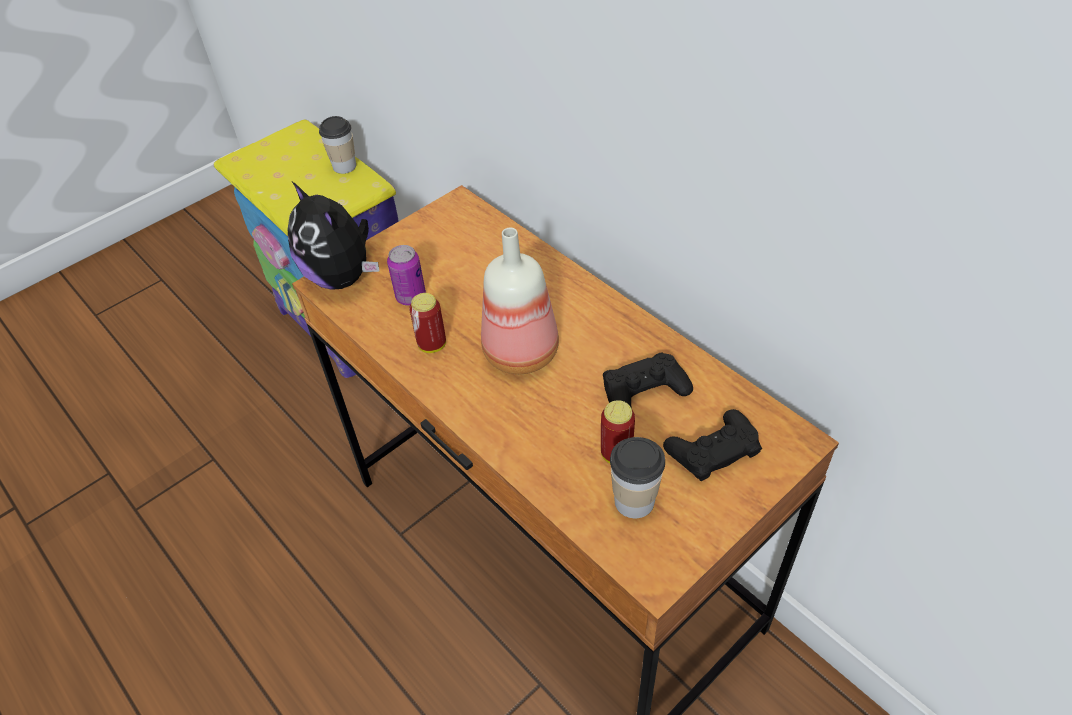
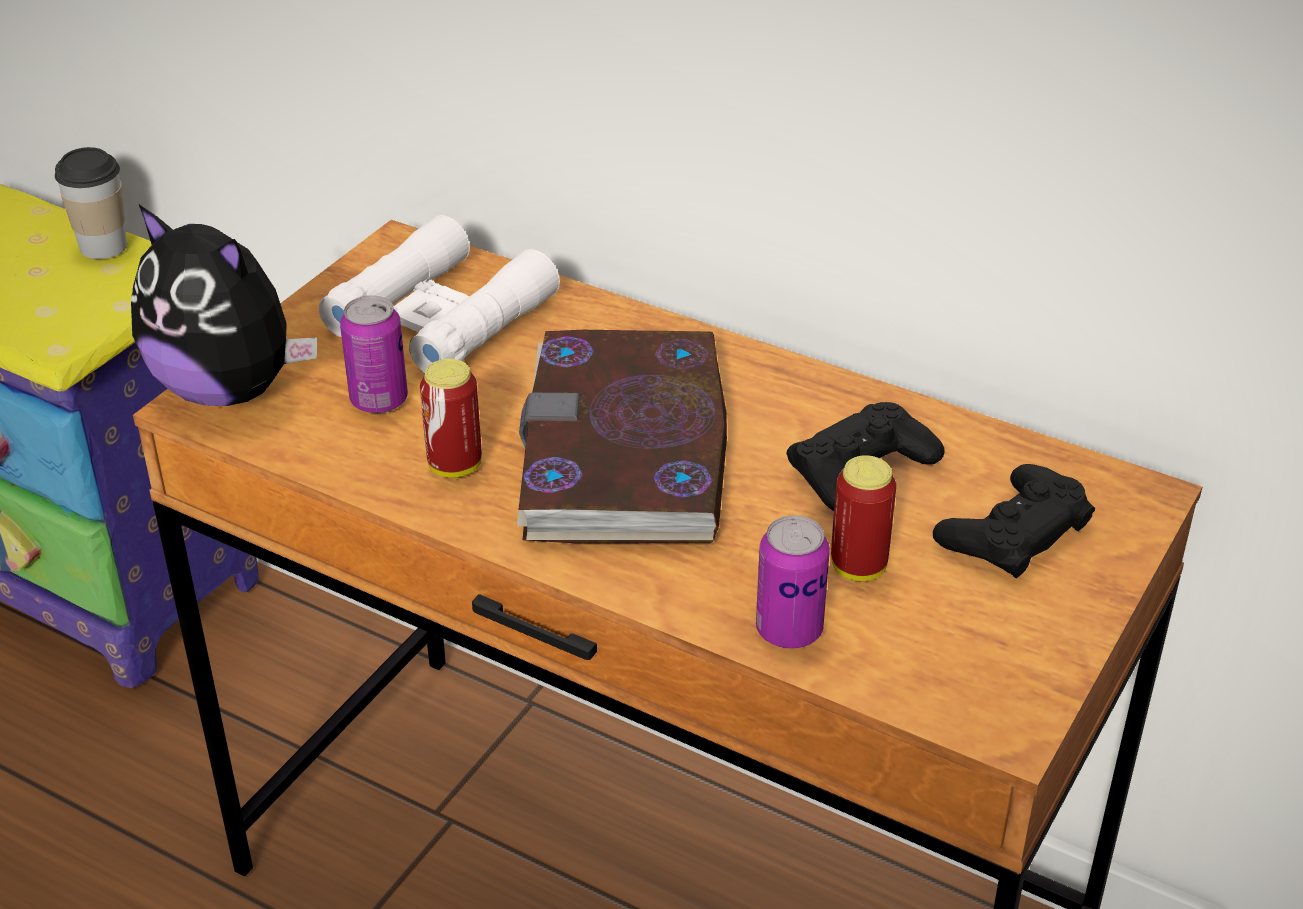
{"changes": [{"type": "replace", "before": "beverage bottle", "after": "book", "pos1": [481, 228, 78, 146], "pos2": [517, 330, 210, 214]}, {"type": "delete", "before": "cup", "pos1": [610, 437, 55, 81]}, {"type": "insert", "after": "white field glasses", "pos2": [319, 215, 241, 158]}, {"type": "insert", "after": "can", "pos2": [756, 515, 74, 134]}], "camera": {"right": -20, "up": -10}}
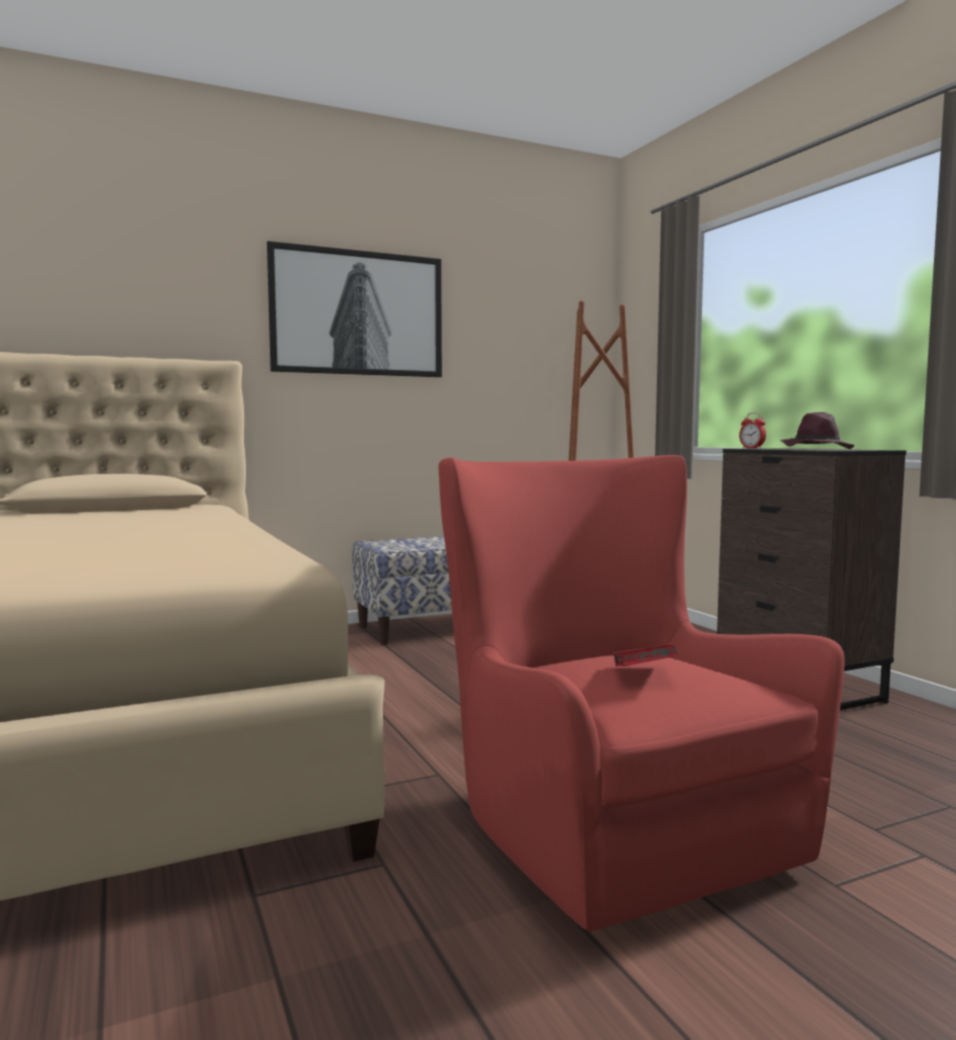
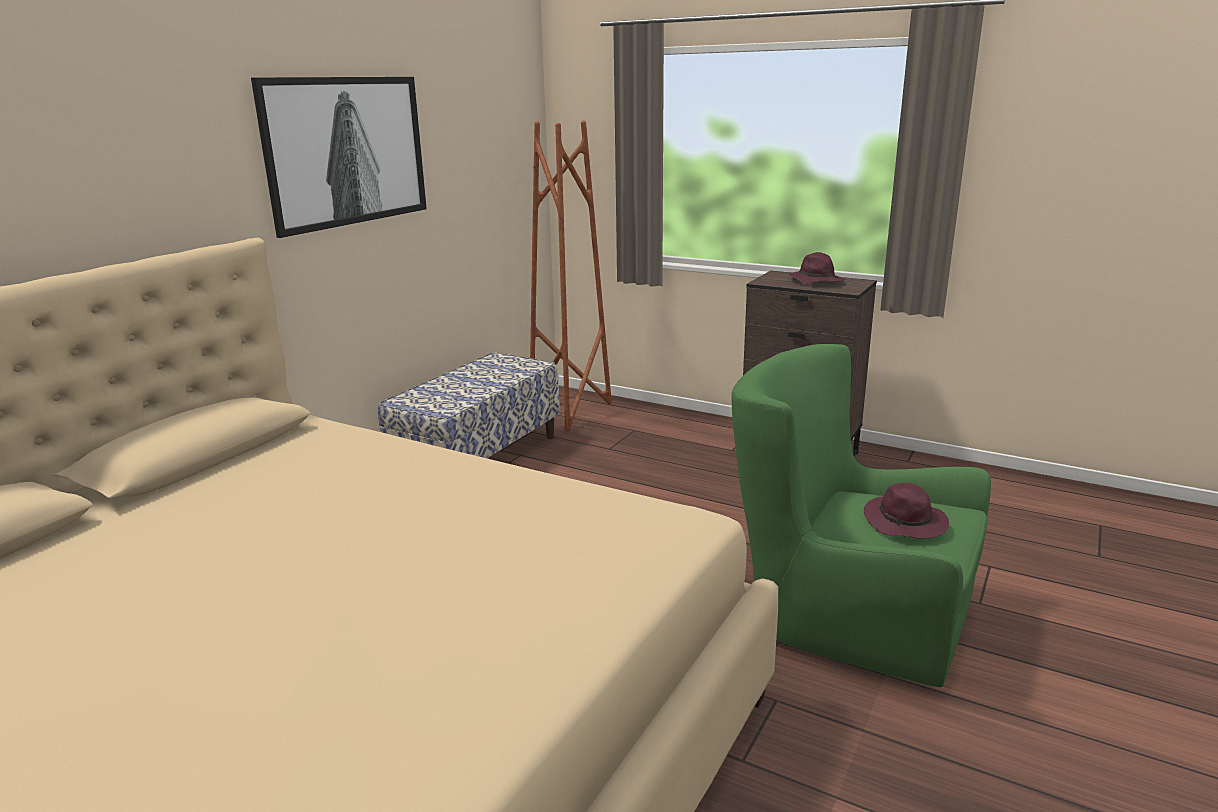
{"changes": [{"type": "recolor", "before": "reddish easy chair", "after": "green easy chair", "pos1": [439, 455, 406, 476], "pos2": [731, 344, 260, 343]}, {"type": "replace", "before": "reddish book", "after": "purple hat", "pos1": [612, 644, 65, 22], "pos2": [864, 483, 85, 56]}, {"type": "delete", "before": "bedside clock", "pos1": [739, 413, 27, 36]}], "camera": {"right": -35, "up": 15}}
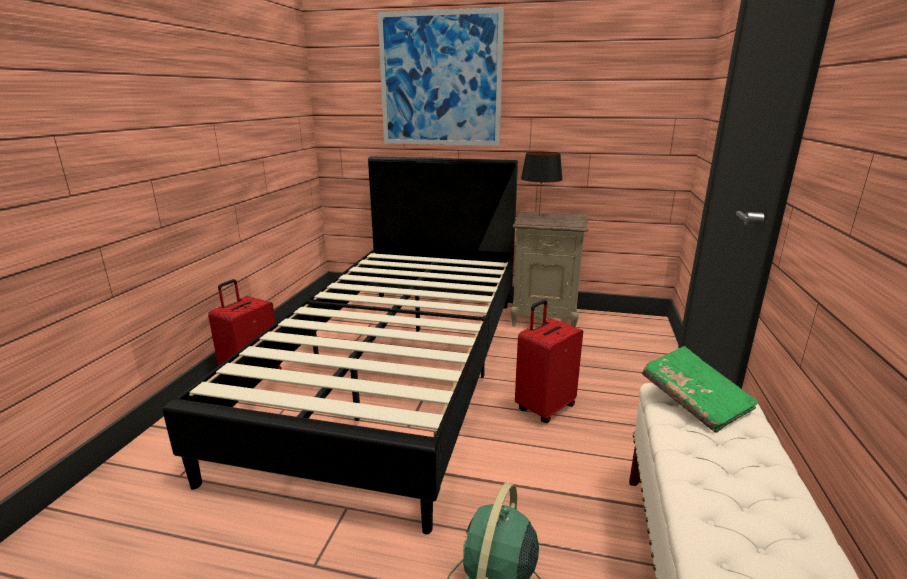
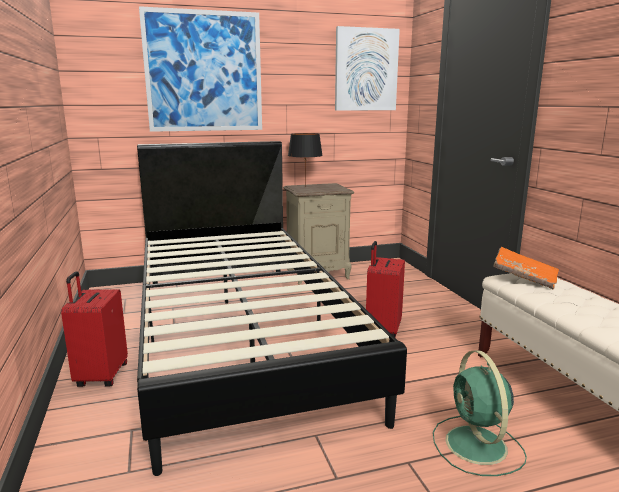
{"changes": [{"type": "recolor", "before": "green book", "after": "orange-coloured book", "pos1": [642, 346, 117, 87], "pos2": [493, 247, 66, 43]}, {"type": "insert", "after": "wall art", "pos2": [335, 26, 65, 85]}], "camera": {"right": -30, "up": -5}}
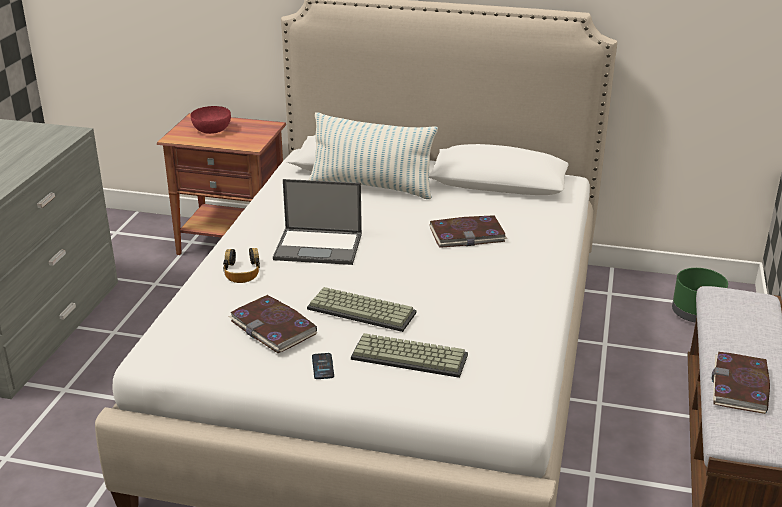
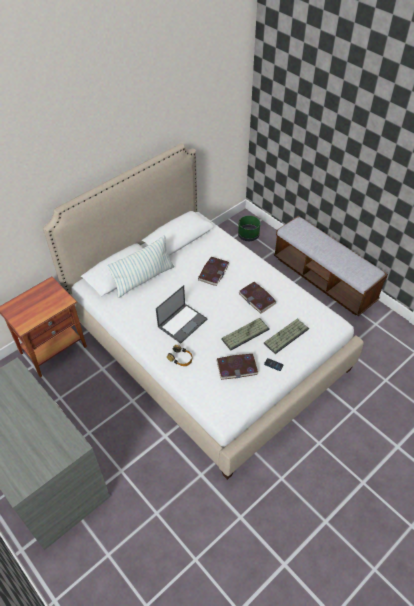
{"changes": [{"type": "delete", "before": "reddish serving bowl", "pos1": [191, 106, 40, 28]}, {"type": "move", "before": "book", "pos1": [712, 352, 58, 62], "pos2": [238, 282, 39, 32]}], "camera": {"right": -55, "up": 20}}
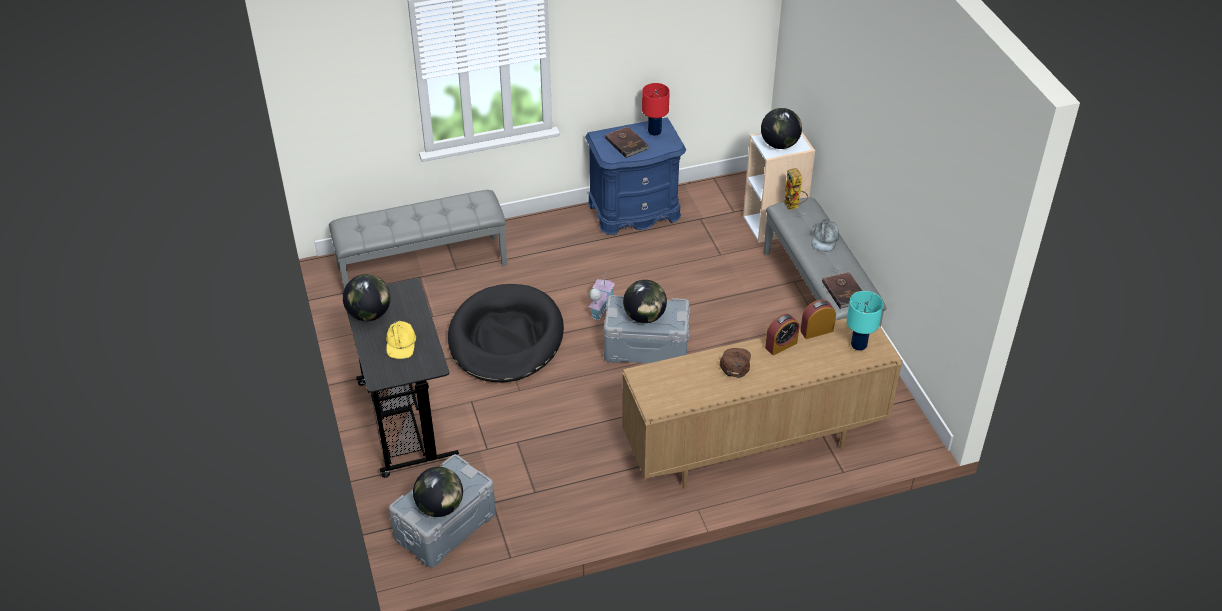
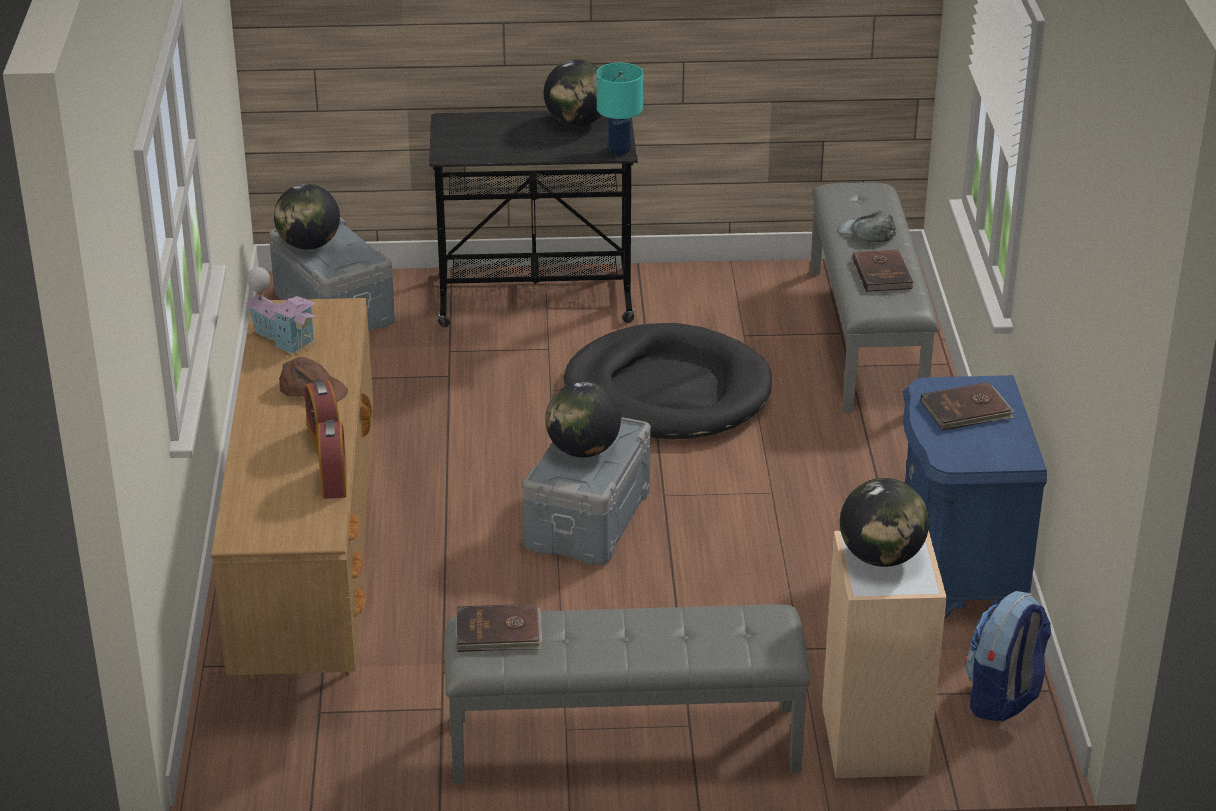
{"changes": [{"type": "delete", "before": "yellow-coloured cap", "pos1": [386, 321, 30, 38]}, {"type": "move", "before": "model house", "pos1": [588, 273, 26, 48], "pos2": [244, 267, 72, 87]}, {"type": "delete", "before": "reddish table lamp", "pos1": [642, 83, 28, 53]}, {"type": "delete", "before": "model robot", "pos1": [783, 168, 25, 42]}, {"type": "move", "before": "gray cap", "pos1": [811, 219, 28, 33], "pos2": [837, 210, 59, 32]}, {"type": "move", "before": "turquoise table lamp", "pos1": [846, 291, 37, 60], "pos2": [597, 63, 46, 92]}, {"type": "insert", "after": "brown-coloured book", "pos2": [852, 249, 62, 43]}, {"type": "insert", "after": "rucksack", "pos2": [965, 591, 86, 130]}], "camera": {"right": 105, "up": -10}}
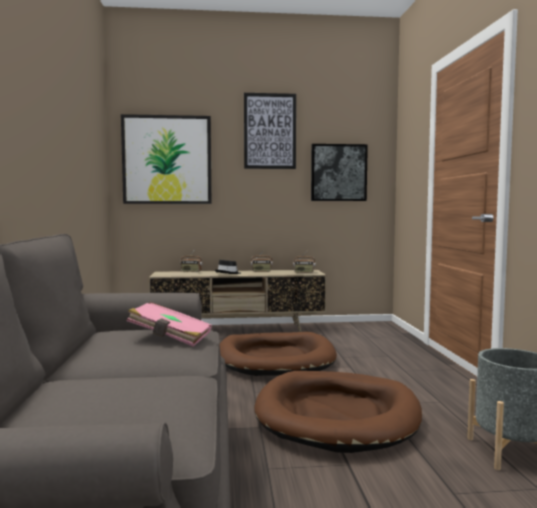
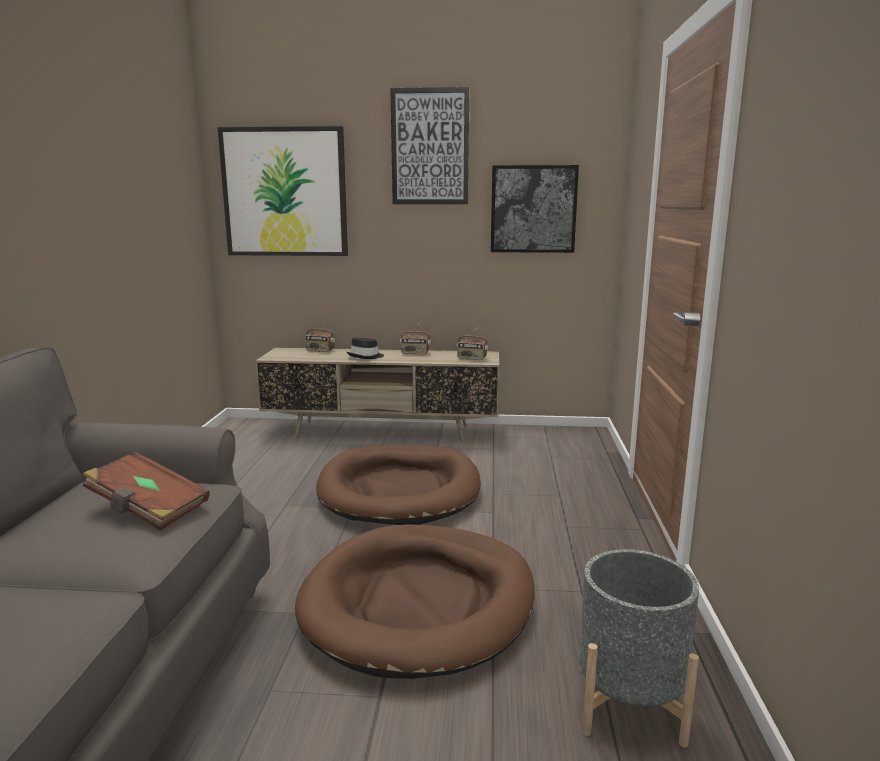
{"changes": [{"type": "recolor", "before": "pink-coloured book", "after": "brown-coloured book", "pos1": [127, 302, 85, 44], "pos2": [82, 451, 128, 79]}], "camera": {"right": 10, "up": 10}}
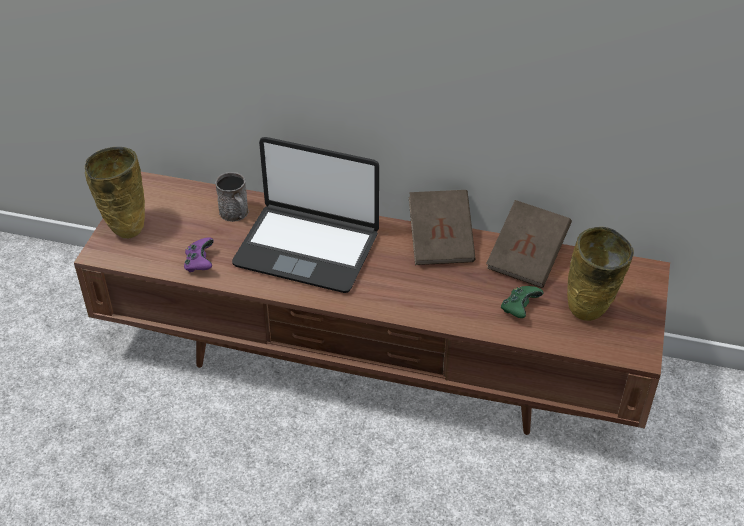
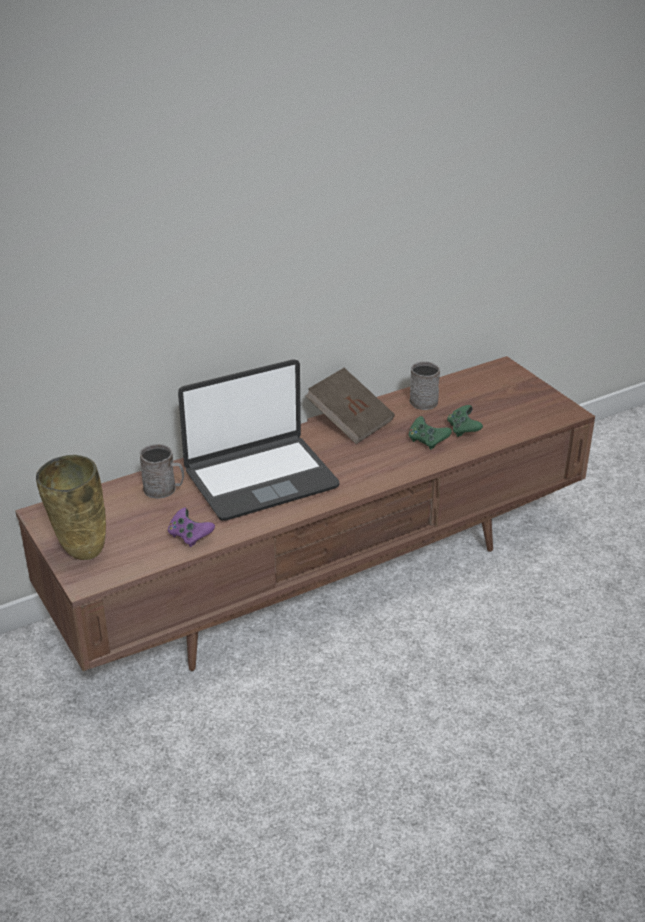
{"changes": [{"type": "replace", "before": "brown-coloured book", "after": "gray mug", "pos1": [486, 200, 86, 88], "pos2": [409, 361, 32, 49]}, {"type": "delete", "before": "sand-coloured flower vase", "pos1": [567, 227, 67, 94]}, {"type": "insert", "after": "green joypad", "pos2": [408, 416, 44, 34]}], "camera": {"right": -45, "up": -10}}
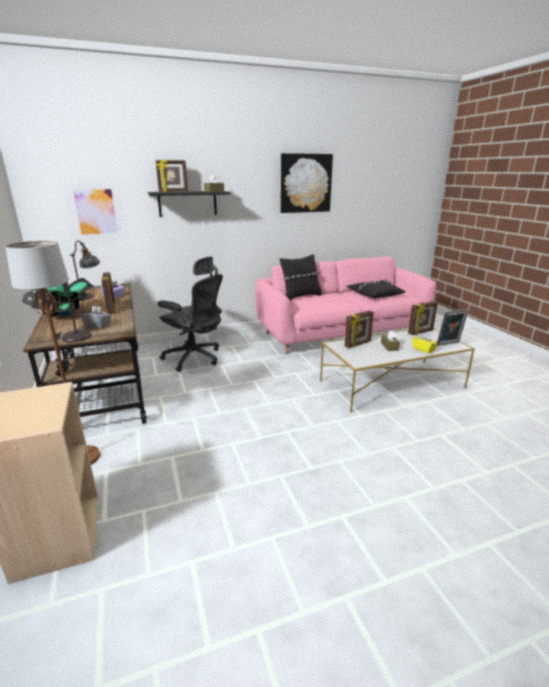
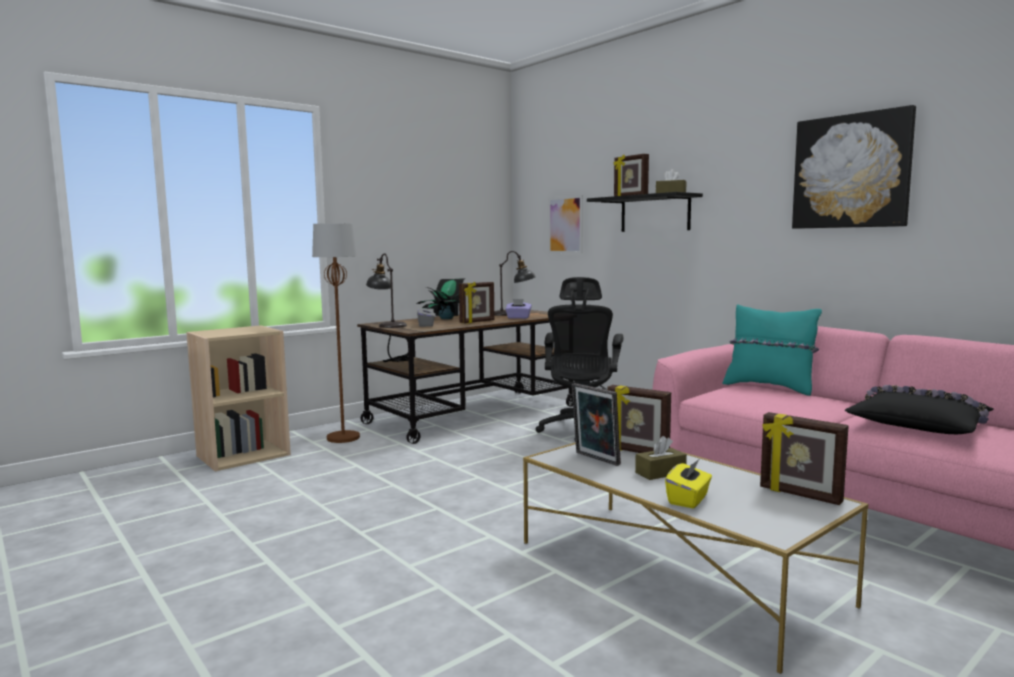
{"changes": [{"type": "recolor", "before": "blackish pillow", "after": "turquoise pillow", "pos1": [280, 254, 42, 46], "pos2": [723, 304, 99, 92]}, {"type": "move", "before": "photo frame", "pos1": [437, 309, 31, 37], "pos2": [572, 383, 49, 83]}], "camera": {"right": 70, "up": -15}}
